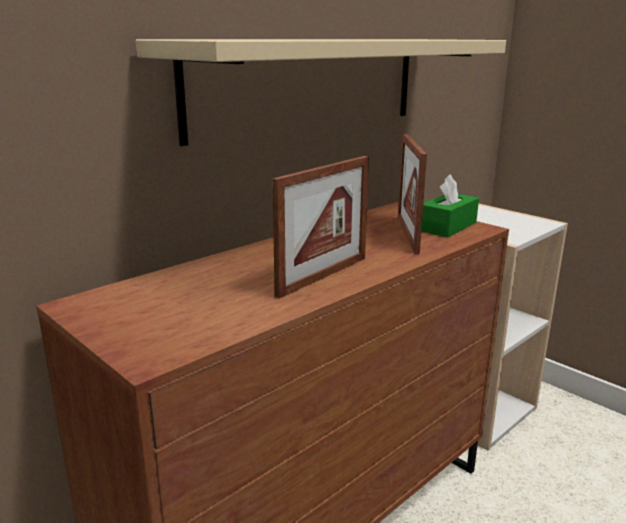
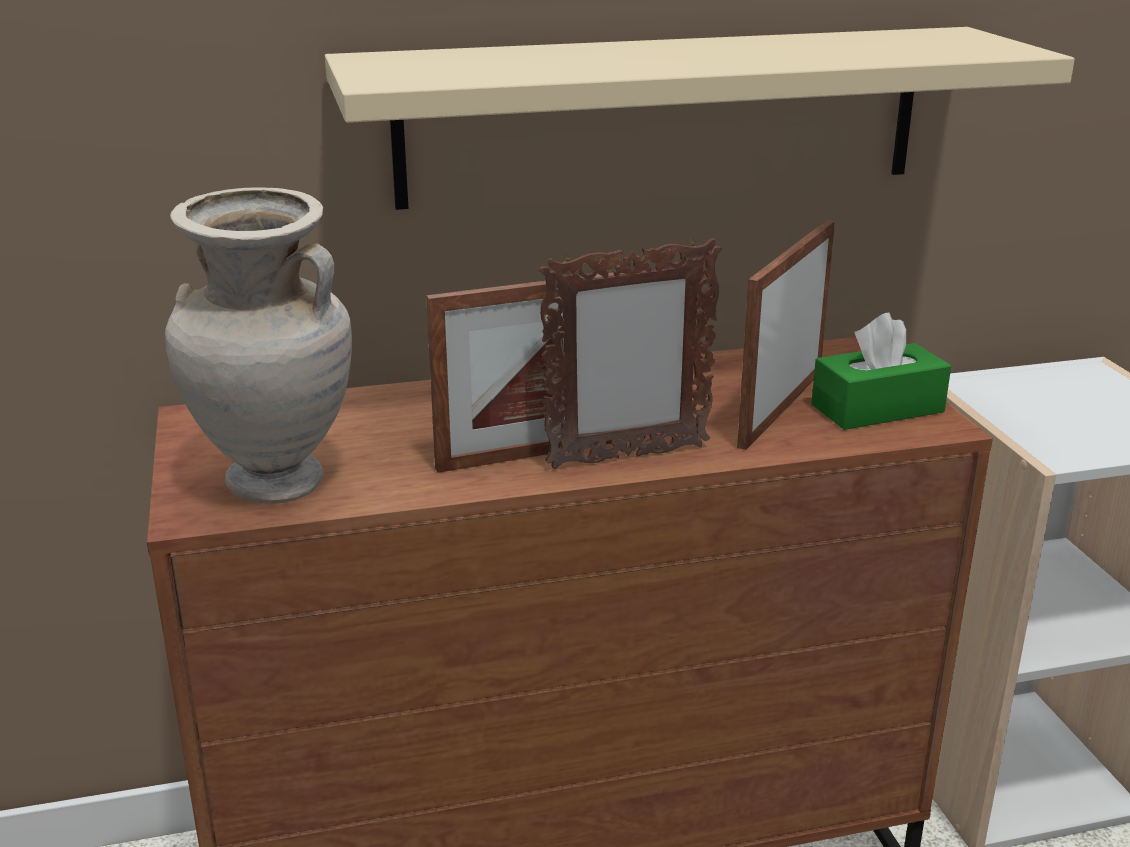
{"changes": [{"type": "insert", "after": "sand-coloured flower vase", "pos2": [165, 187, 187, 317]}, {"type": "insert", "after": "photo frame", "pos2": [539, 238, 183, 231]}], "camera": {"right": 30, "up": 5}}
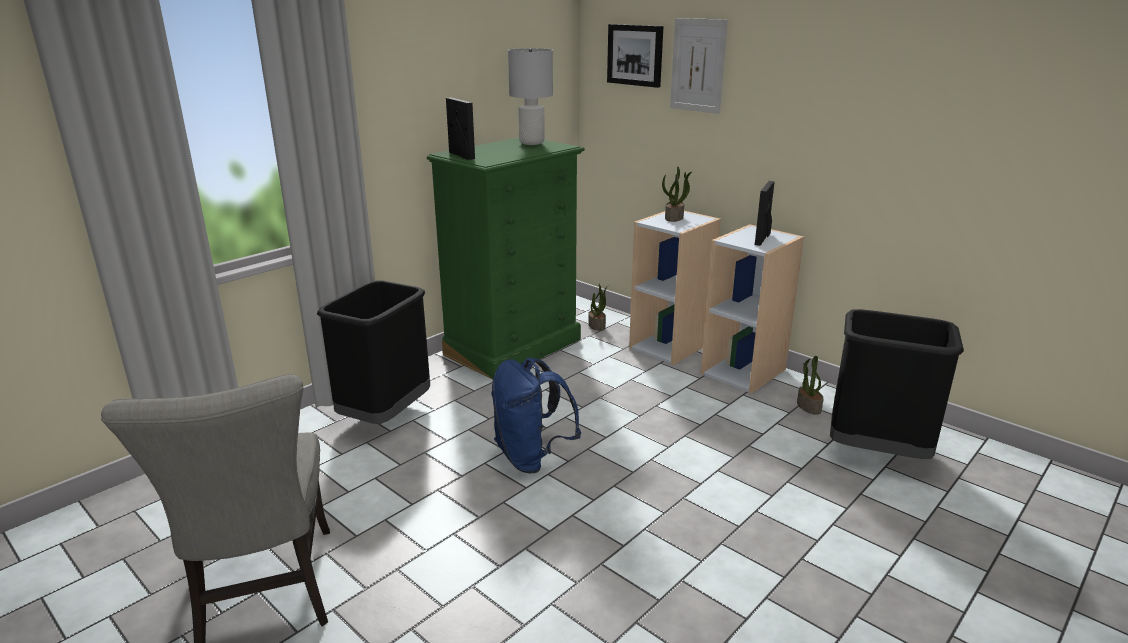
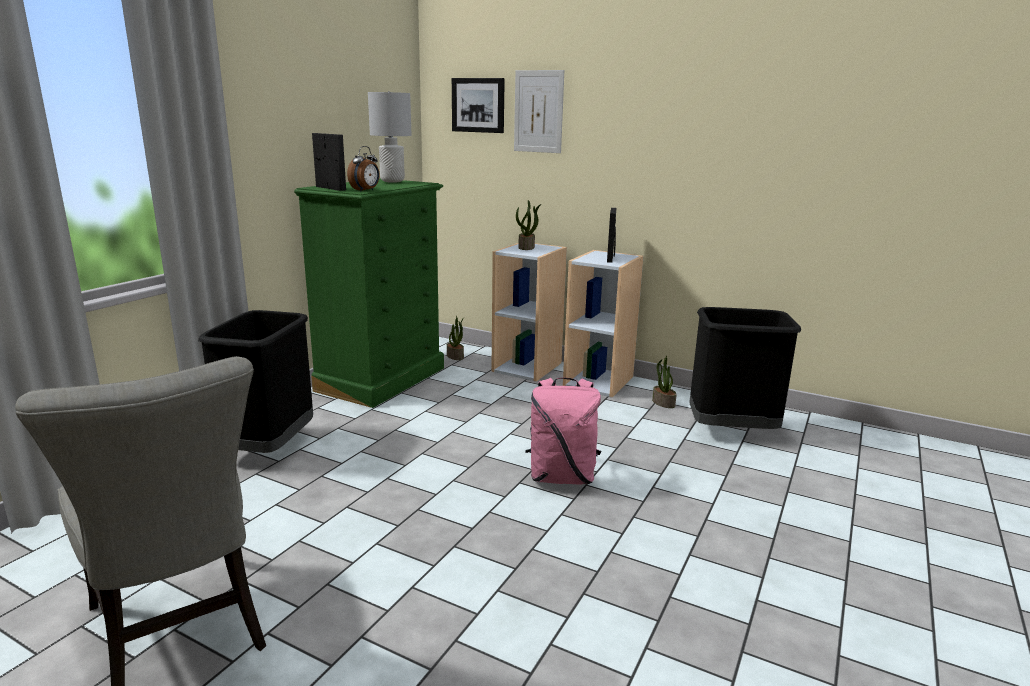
{"changes": [{"type": "delete", "before": "bluish rucksack", "pos1": [491, 358, 90, 115]}, {"type": "insert", "after": "bedside clock", "pos2": [347, 146, 33, 46]}, {"type": "insert", "after": "pink-coloured rucksack", "pos2": [526, 378, 75, 106]}], "camera": {"right": -15, "up": -5}}
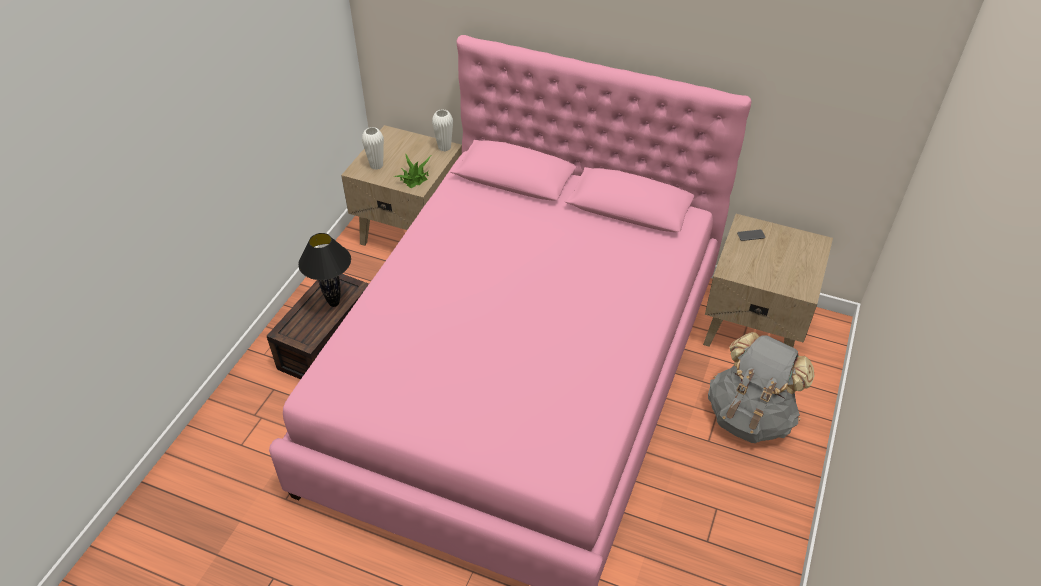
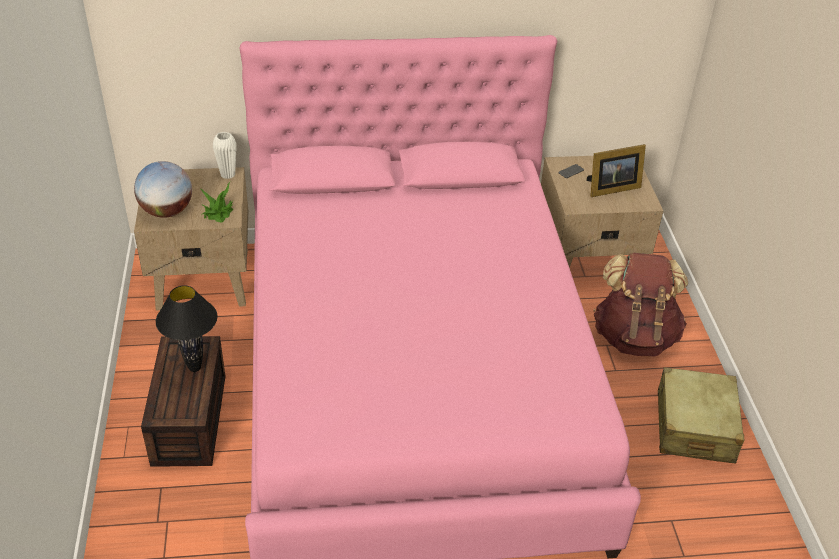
{"changes": [{"type": "replace", "before": "white flower vase", "after": "world globe", "pos1": [362, 127, 22, 43], "pos2": [134, 161, 58, 57]}, {"type": "recolor", "before": "gray rucksack", "after": "brown-coloured rucksack", "pos1": [708, 332, 107, 111], "pos2": [593, 253, 95, 104]}, {"type": "insert", "after": "photo frame", "pos2": [586, 144, 60, 53]}, {"type": "insert", "after": "sand-coloured piece of luggage", "pos2": [658, 367, 86, 97]}], "camera": {"right": -30, "up": -5}}
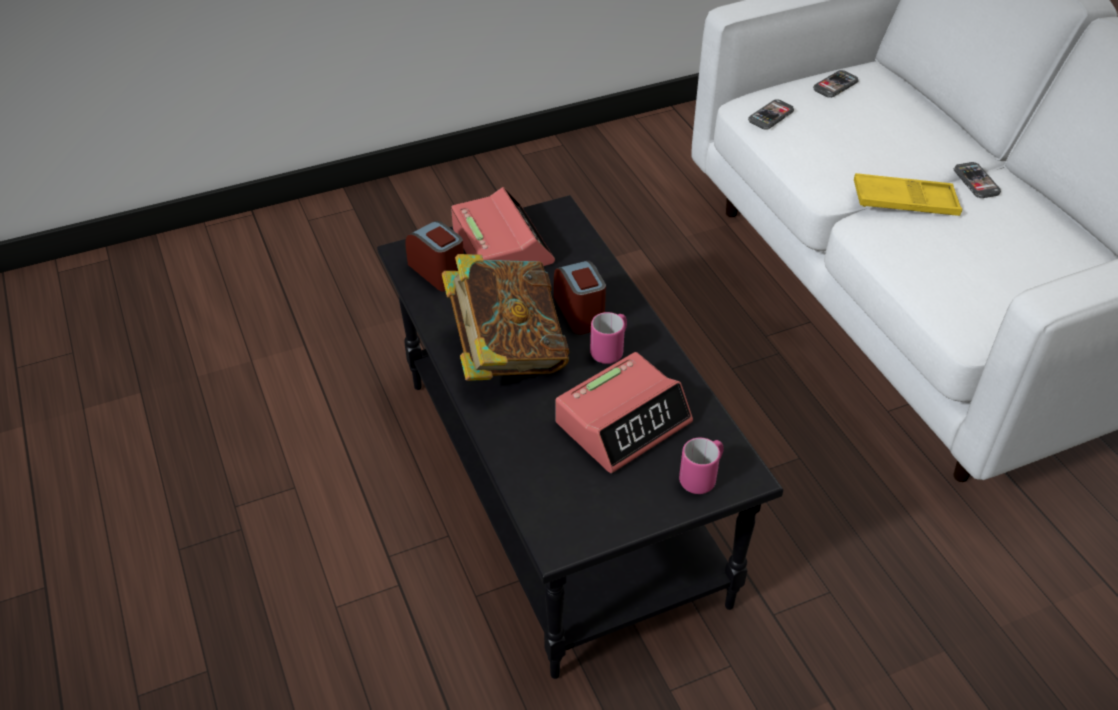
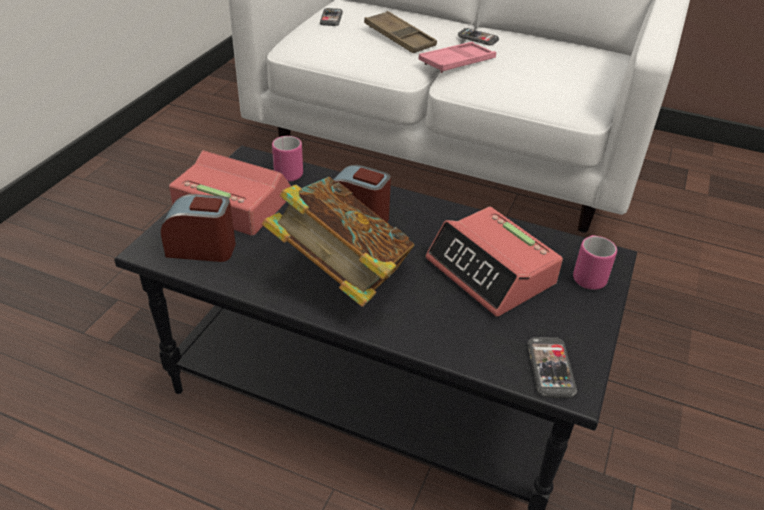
{"changes": [{"type": "rotate", "before": "bedside clock", "pos1": [555, 352, 138, 121], "pos2": [426, 207, 137, 110], "turn": 135}, {"type": "move", "before": "pink-coloured mug", "pos1": [590, 312, 37, 52], "pos2": [272, 136, 31, 46]}, {"type": "move", "before": "telephone", "pos1": [748, 99, 46, 30], "pos2": [527, 337, 50, 61]}, {"type": "recolor", "before": "yellow-coloured carrying tray", "after": "pink-coloured carrying tray", "pos1": [854, 173, 108, 43], "pos2": [418, 42, 78, 31]}, {"type": "insert", "after": "brown-coloured carrying tray", "pos2": [364, 11, 73, 42]}], "camera": {"right": -45, "up": -5}}
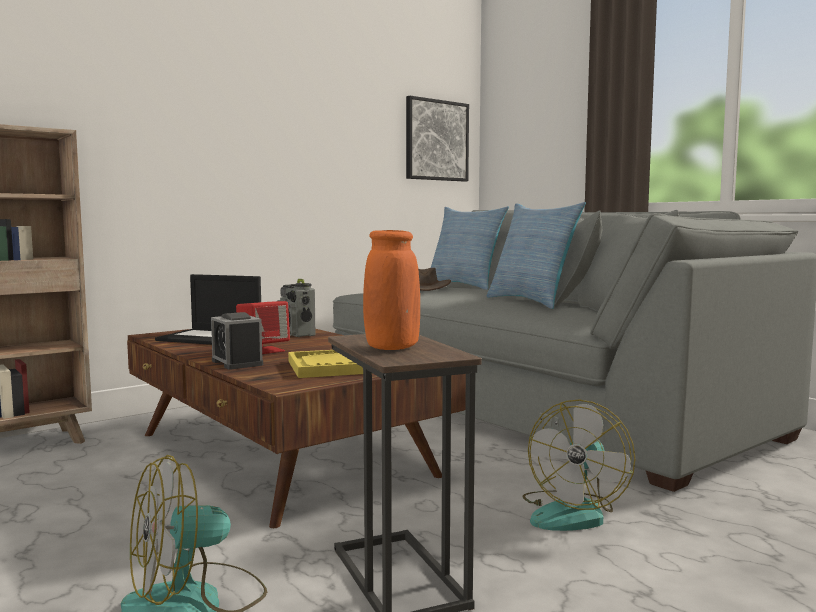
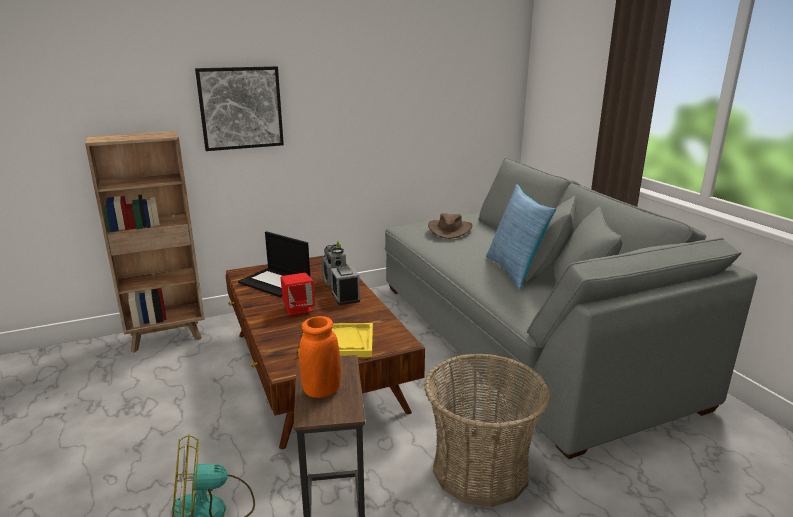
{"changes": [{"type": "move", "before": "bedside clock", "pos1": [211, 312, 52, 57], "pos2": [331, 266, 29, 39]}, {"type": "move", "before": "wall art", "pos1": [406, 96, 63, 86], "pos2": [195, 66, 89, 85]}, {"type": "delete", "before": "pillow", "pos1": [430, 206, 79, 84]}, {"type": "replace", "before": "electric fan", "after": "household basket", "pos1": [523, 400, 113, 131], "pos2": [424, 353, 127, 154]}], "camera": {"right": 15, "up": 15}}
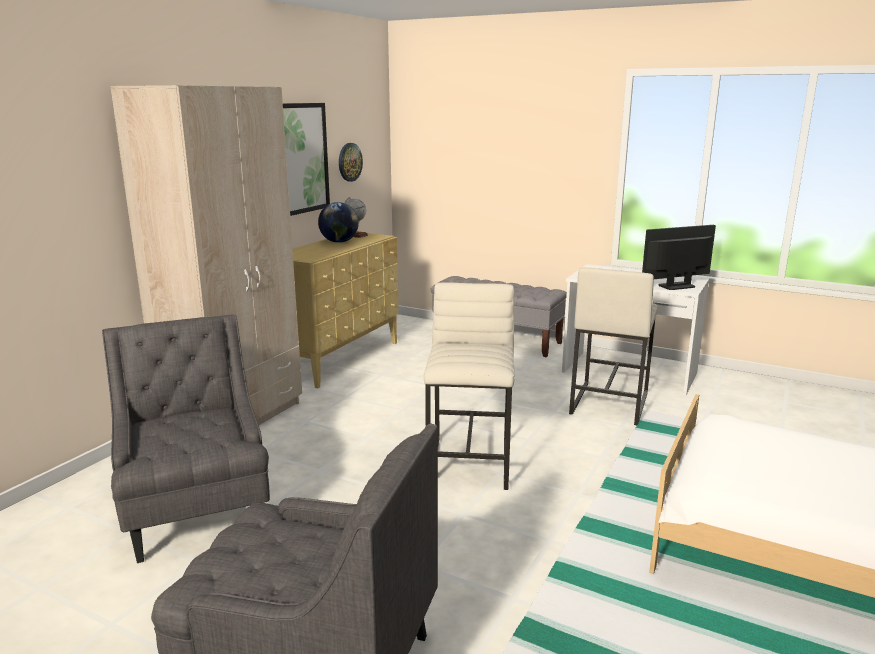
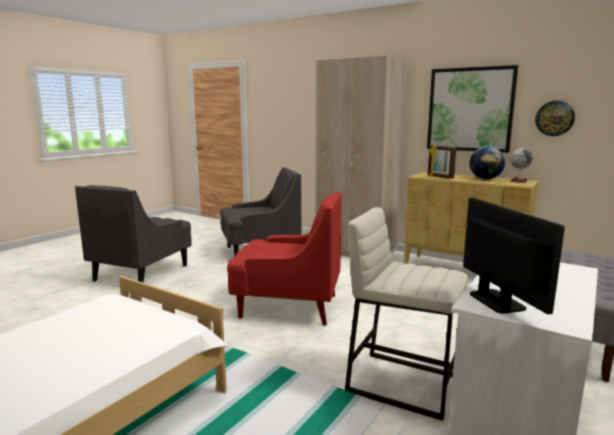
{"changes": [{"type": "replace", "before": "sand-coloured sitting stool", "after": "reddish easy chair", "pos1": [424, 283, 90, 207], "pos2": [227, 192, 115, 134]}, {"type": "insert", "after": "photo frame", "pos2": [428, 145, 28, 34]}], "camera": {"right": 95, "up": -5}}
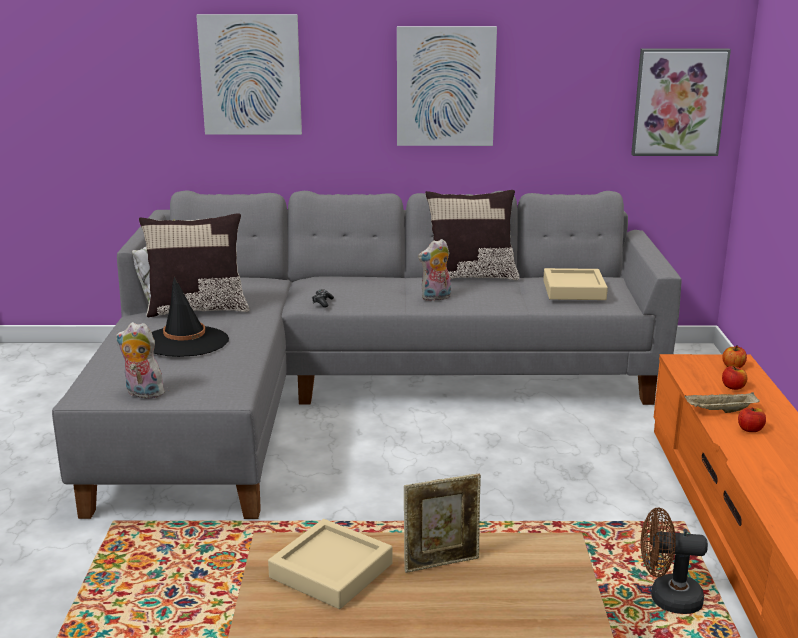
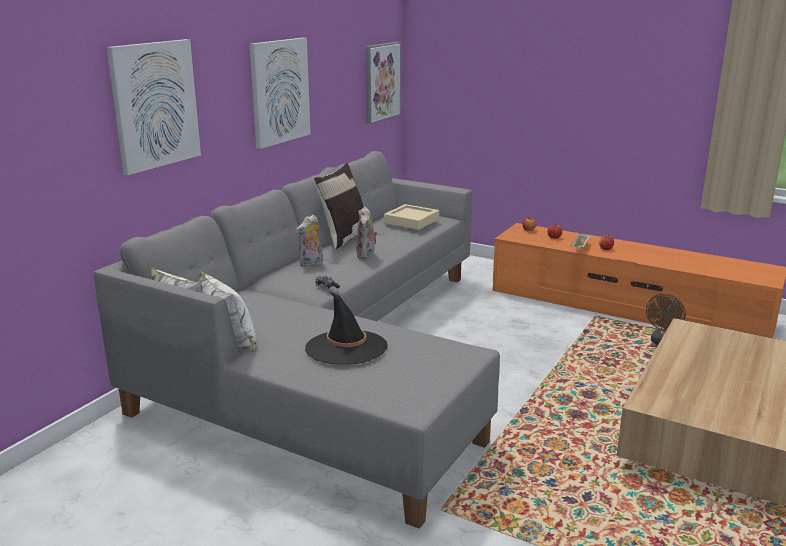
{"changes": [{"type": "move", "before": "cuddly toy", "pos1": [116, 322, 48, 77], "pos2": [295, 215, 28, 52]}, {"type": "delete", "before": "pillow", "pos1": [139, 213, 110, 104]}, {"type": "delete", "before": "sand-coloured carrying tray", "pos1": [268, 519, 125, 90]}, {"type": "delete", "before": "photo frame", "pos1": [404, 474, 77, 99]}], "camera": {"right": -60, "up": 0}}
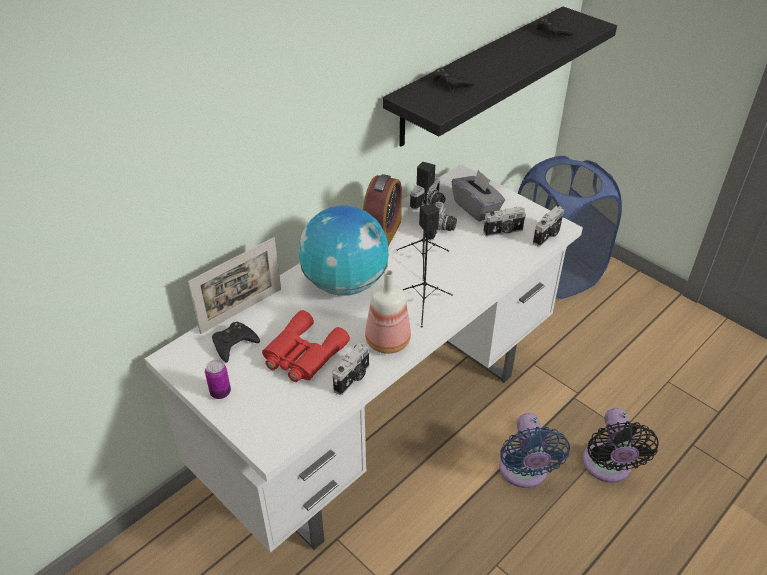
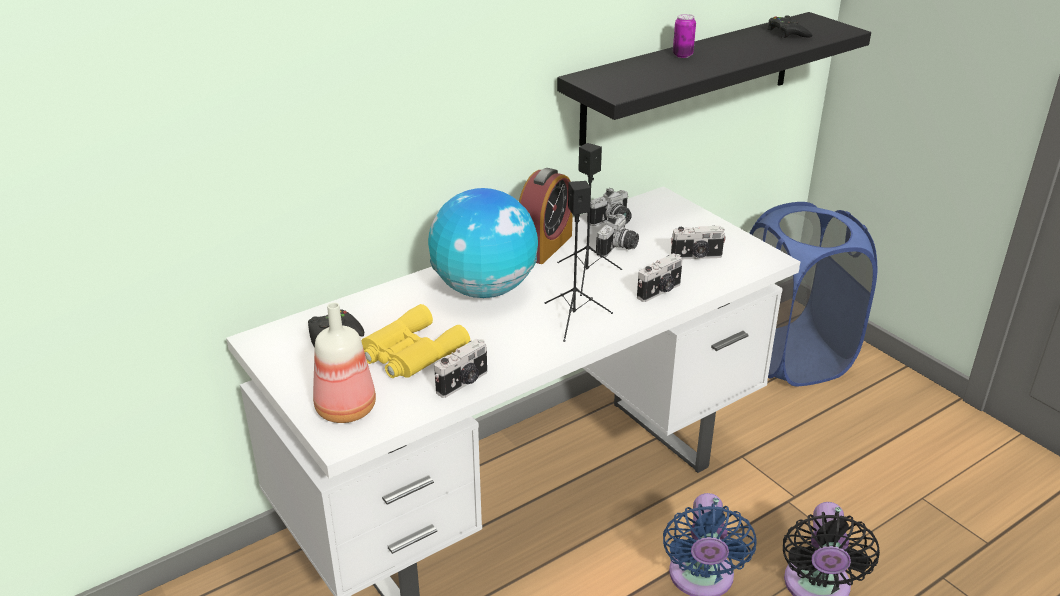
{"changes": [{"type": "delete", "before": "photo frame", "pos1": [188, 237, 93, 97]}, {"type": "move", "before": "can", "pos1": [205, 360, 26, 39], "pos2": [673, 14, 23, 44]}, {"type": "recolor", "before": "reddish field glasses", "after": "yellow-coloured field glasses", "pos1": [262, 310, 88, 72], "pos2": [361, 304, 109, 74]}, {"type": "move", "before": "beverage bottle", "pos1": [365, 270, 46, 84], "pos2": [313, 302, 63, 121]}, {"type": "delete", "before": "blackish joypad", "pos1": [433, 67, 41, 23]}, {"type": "delete", "before": "gray tissue box", "pos1": [452, 170, 53, 52]}, {"type": "move", "before": "photo camera", "pos1": [533, 206, 31, 41], "pos2": [637, 253, 46, 49]}], "camera": {"right": 10, "up": -10}}
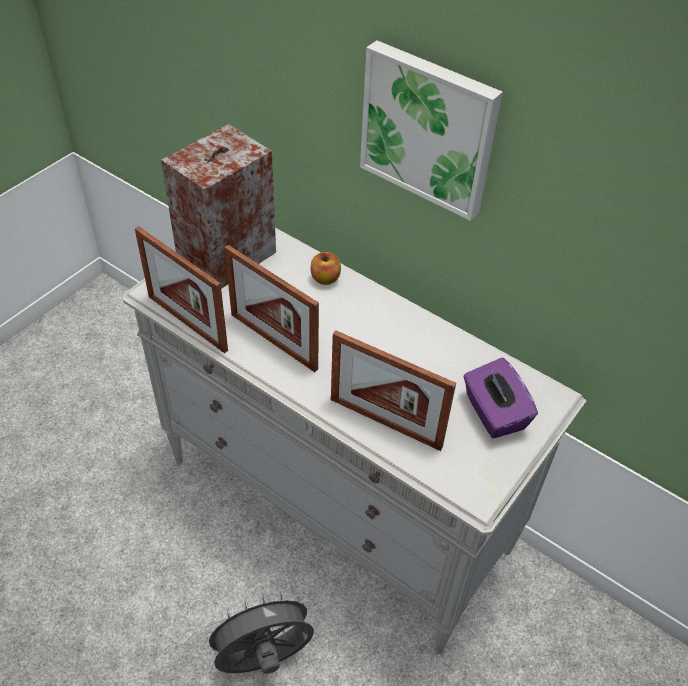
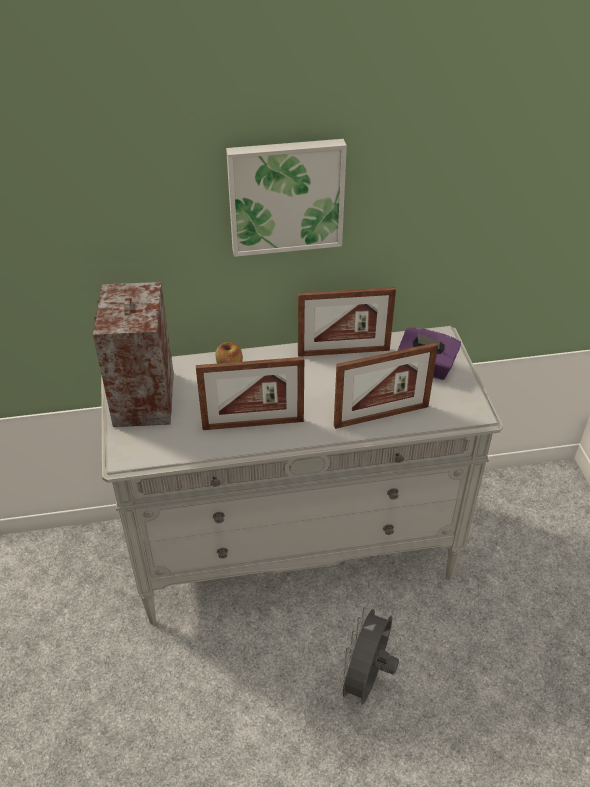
{"changes": [{"type": "move", "before": "photo frame", "pos1": [135, 226, 93, 127], "pos2": [298, 287, 98, 70]}], "camera": {"right": -45, "up": -5}}
